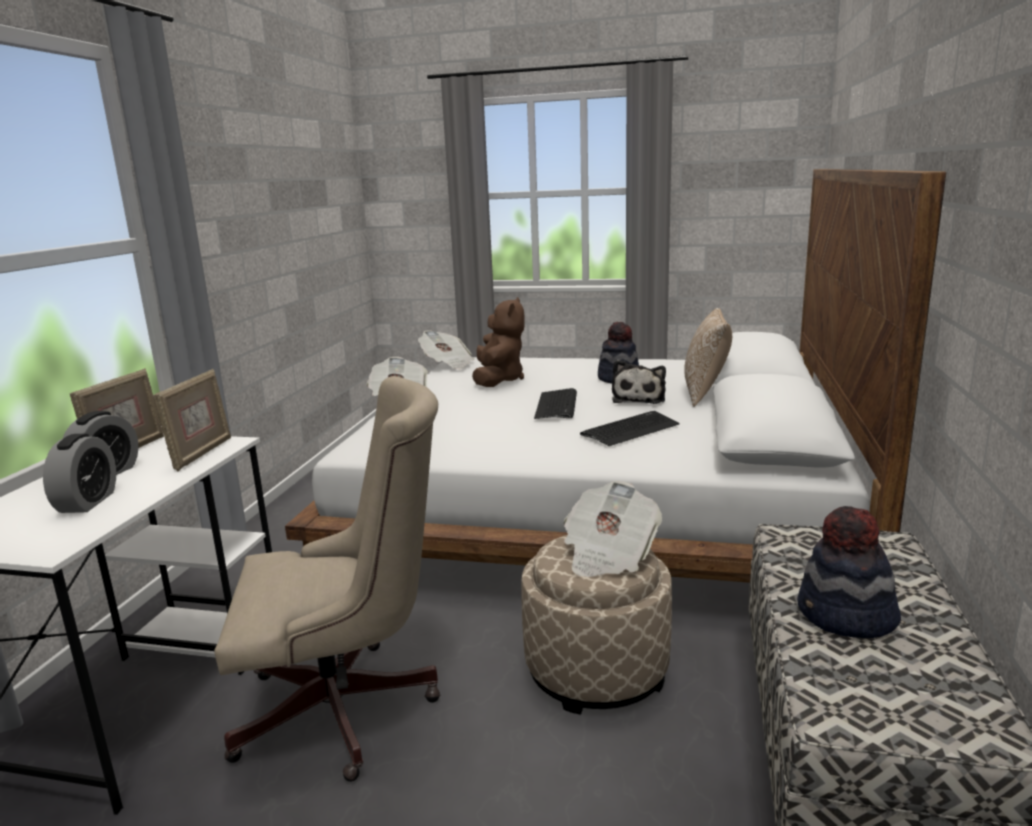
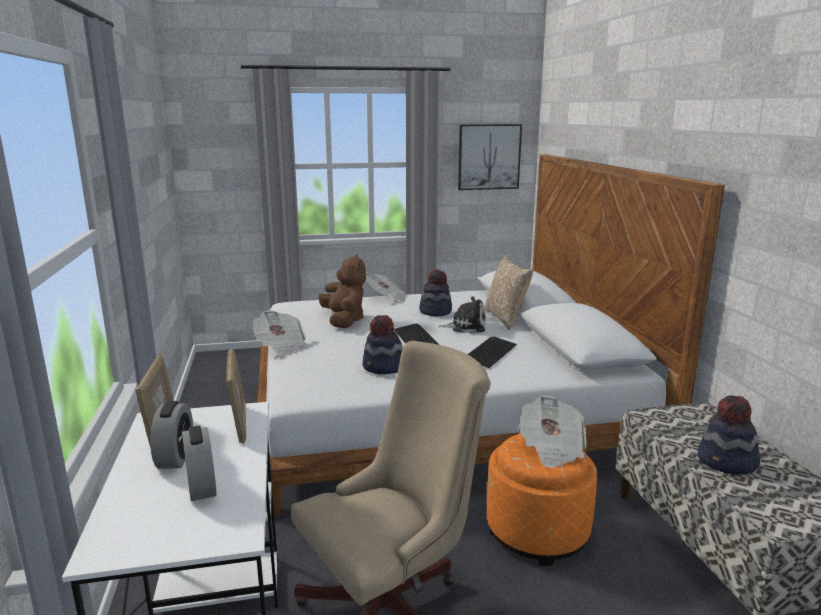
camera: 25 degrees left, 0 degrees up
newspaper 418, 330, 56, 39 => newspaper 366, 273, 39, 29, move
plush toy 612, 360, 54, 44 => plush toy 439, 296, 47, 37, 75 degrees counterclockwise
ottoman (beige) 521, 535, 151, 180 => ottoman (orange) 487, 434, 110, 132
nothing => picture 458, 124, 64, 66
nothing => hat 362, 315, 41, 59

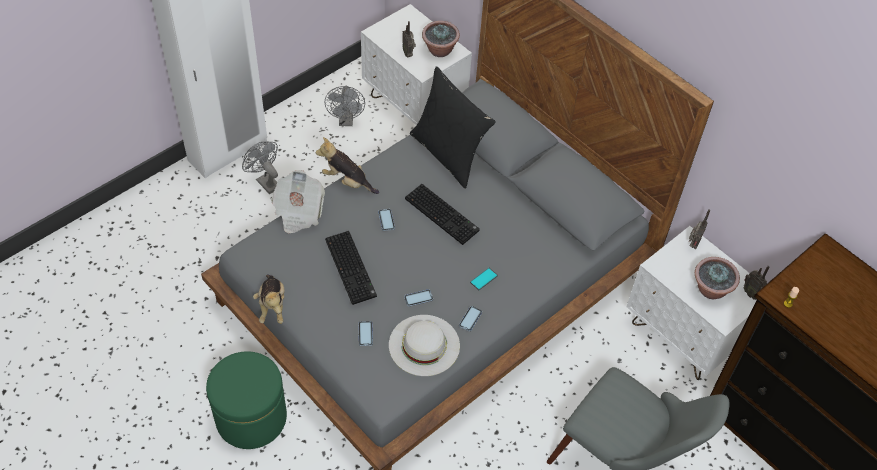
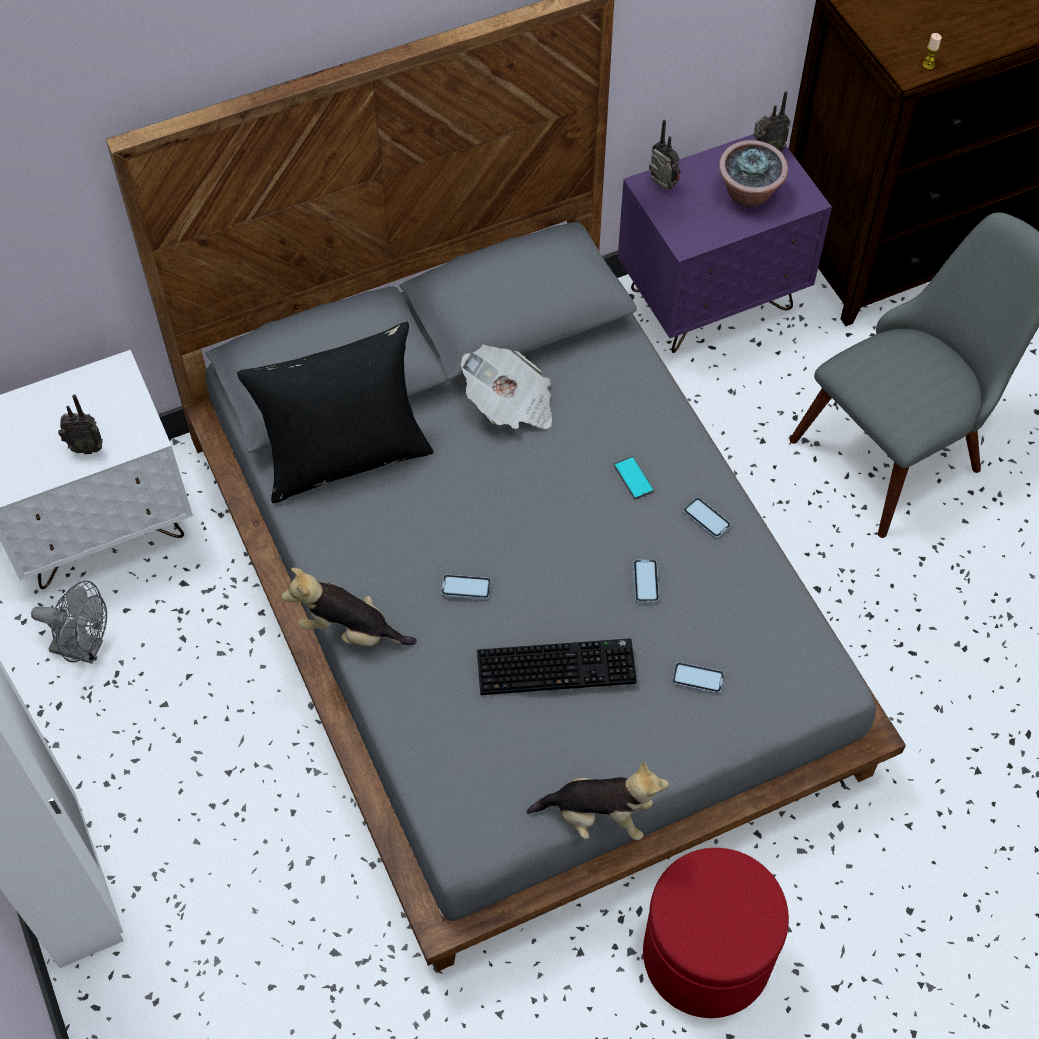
camera: 70 degrees left, 5 degrees up
potted plant 422, 21, 38, 36 => nothing
plush toy 316, 137, 63, 57 => plush toy 282, 568, 135, 78, 60 degrees clockwise
fan (grey) 242, 142, 36, 52 => nothing
newspaper 271, 170, 54, 64 => newspaper 461, 344, 91, 85, move
keyboard 405, 184, 75, 61 => nothing
nightstand (white) 626, 226, 130, 154 => nightstand (purple) 618, 134, 214, 219
hat (white) 389, 315, 71, 61 => nothing
ottoman (green) 206, 351, 81, 98 => ottoman (red) 643, 848, 146, 170

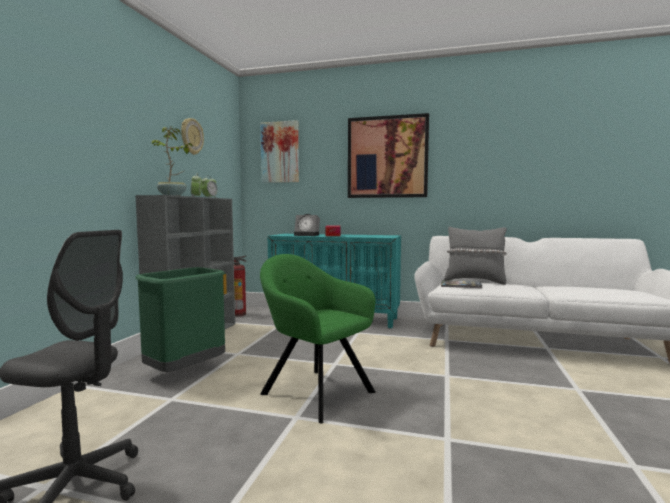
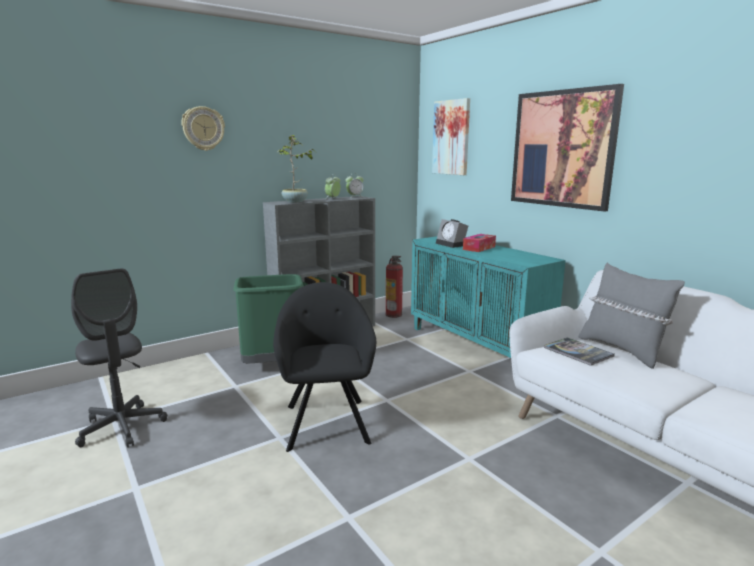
camera: 40 degrees right, 10 degrees up
wall clock 181, 118, 23, 37 => wall clock 181, 106, 44, 45, move
armchair (green) 260, 254, 116, 169 => armchair (black) 273, 282, 103, 170

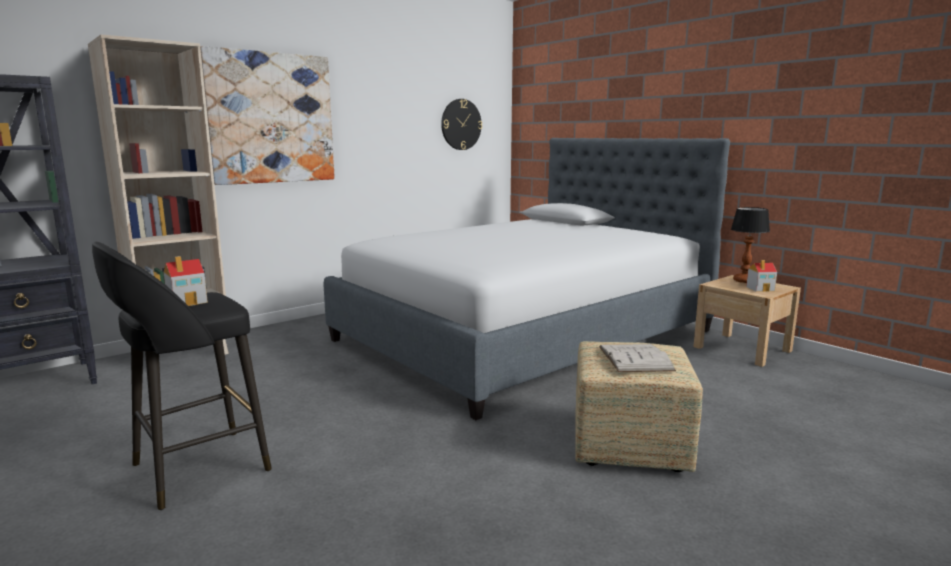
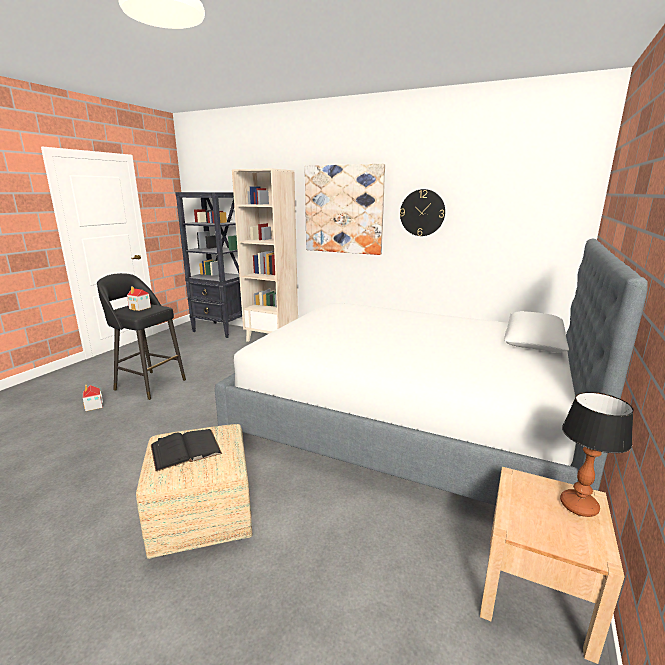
camera: 65 degrees right, 5 degrees up
wall clock 441, 99, 41, 51 => wall clock 400, 189, 45, 47, move
toy house 746, 260, 31, 32 => toy house 83, 384, 20, 27, move
book (white) 599, 344, 77, 28 => book (black) 151, 429, 71, 43

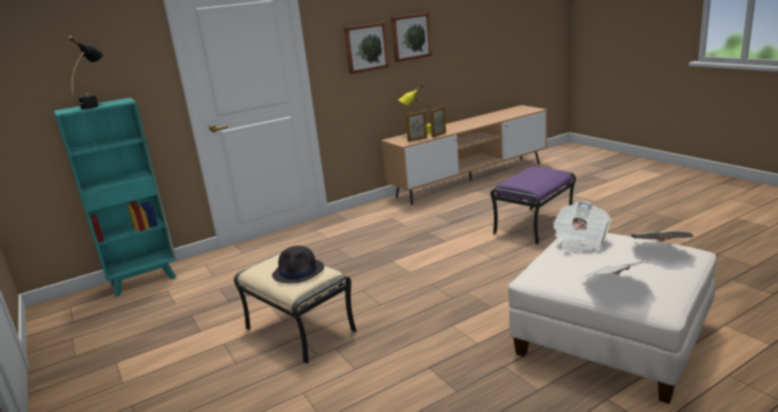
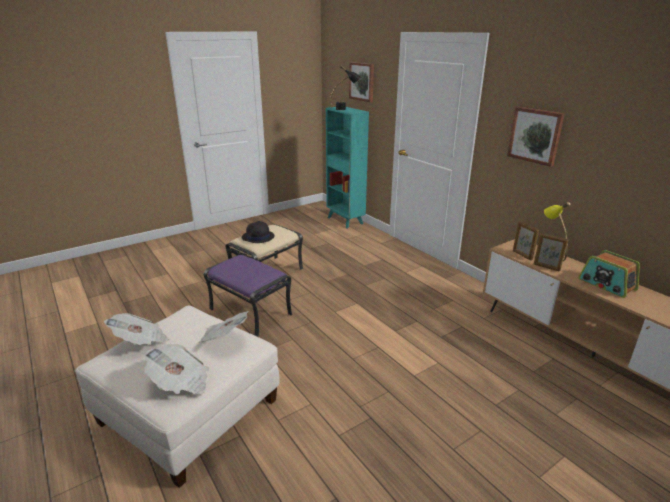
camera: 85 degrees right, 5 degrees up
picture 391, 13, 41, 49 => picture 349, 62, 25, 40, move
ottoman (purple) 491, 167, 85, 78 => ottoman (purple) 204, 255, 88, 82, move
nothing => radio 578, 250, 62, 48

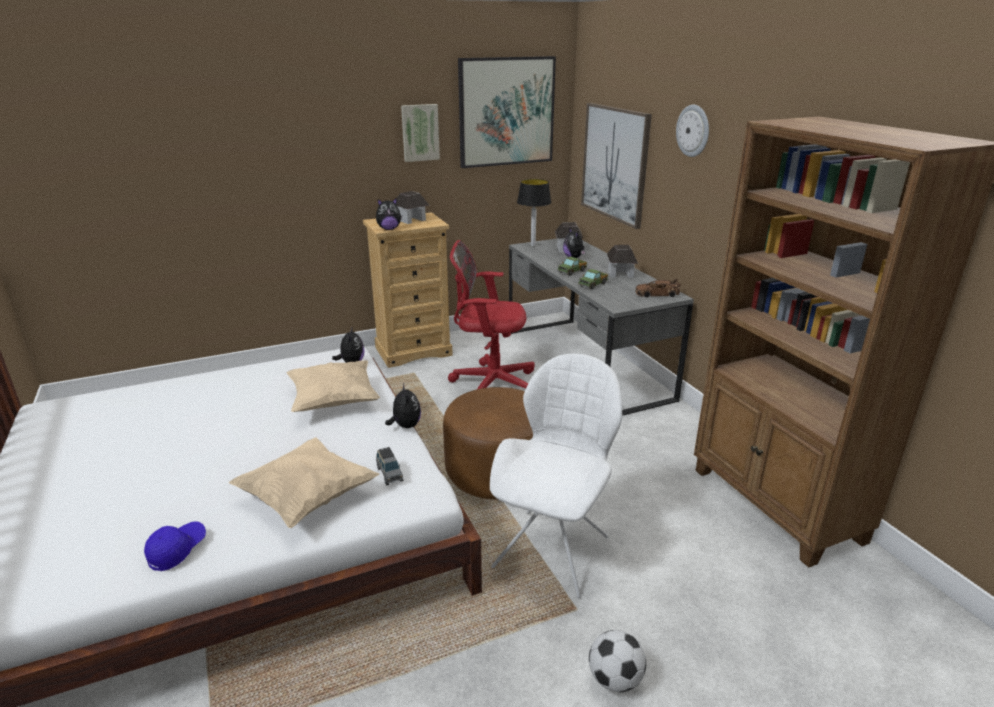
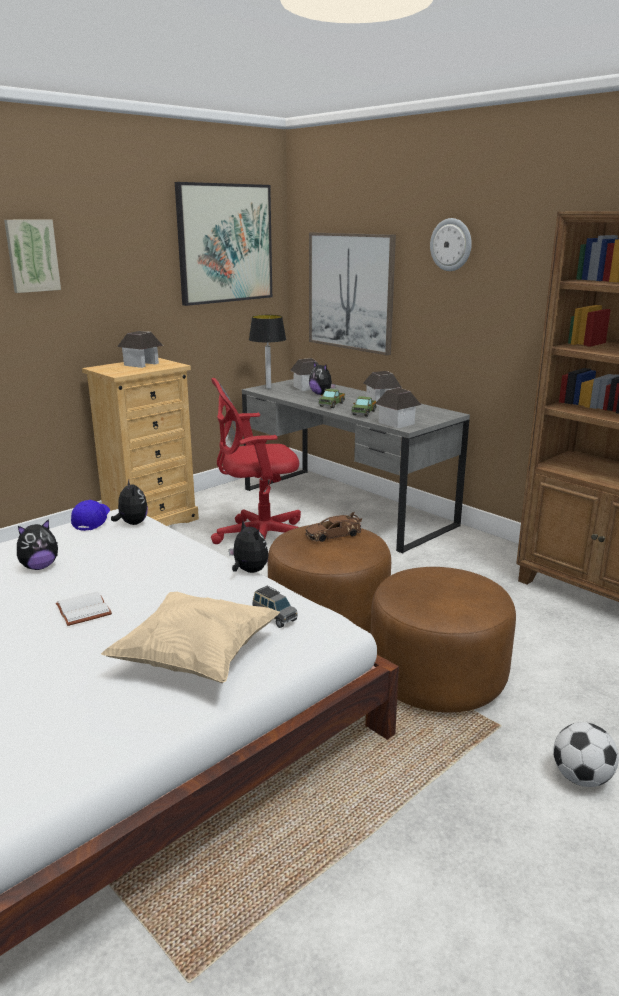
camera: 20 degrees left, 5 degrees down
picture 401, 104, 39, 58 => picture 4, 219, 57, 74, move
plush toy 376, 198, 26, 32 => plush toy 17, 519, 41, 51, move
toy car (brown) 635, 279, 46, 18 => toy car (brown) 305, 512, 57, 30, move
chair (white) 490, 354, 132, 244 => ottoman (brown) 371, 567, 145, 145
pillow (beige) 287, 360, 93, 52 => nothing
cap (blue) 144, 521, 62, 50 => cap (blue) 71, 500, 39, 31, move
nothing => toy house 375, 388, 46, 40
nothing => book (white) 56, 591, 56, 35

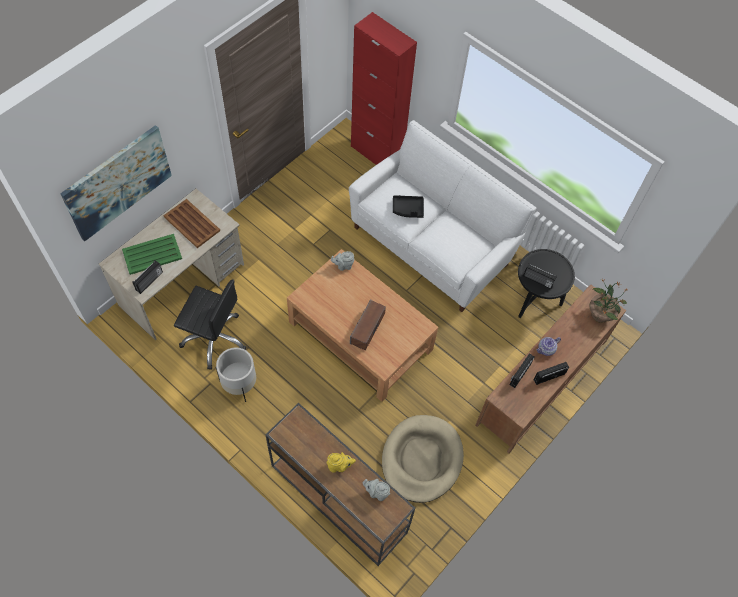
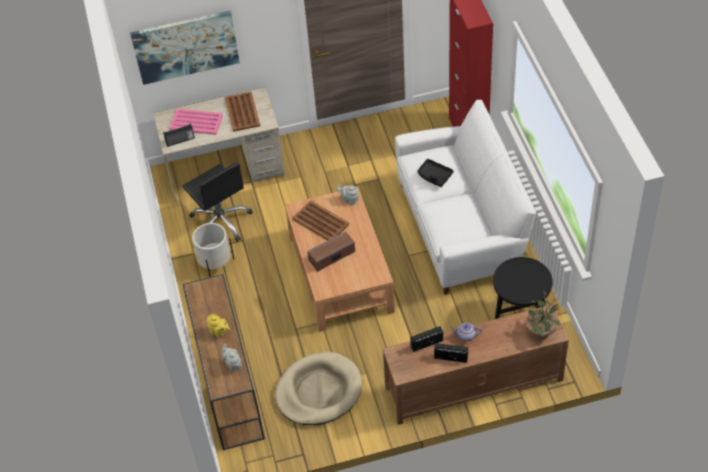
camera: 40 degrees right, 10 degrees down
tray (green) 122, 234, 60, 41 => tray (pink) 169, 109, 54, 26
radio 523, 263, 34, 26 => nothing
nothing => tray (brown) 292, 200, 57, 40

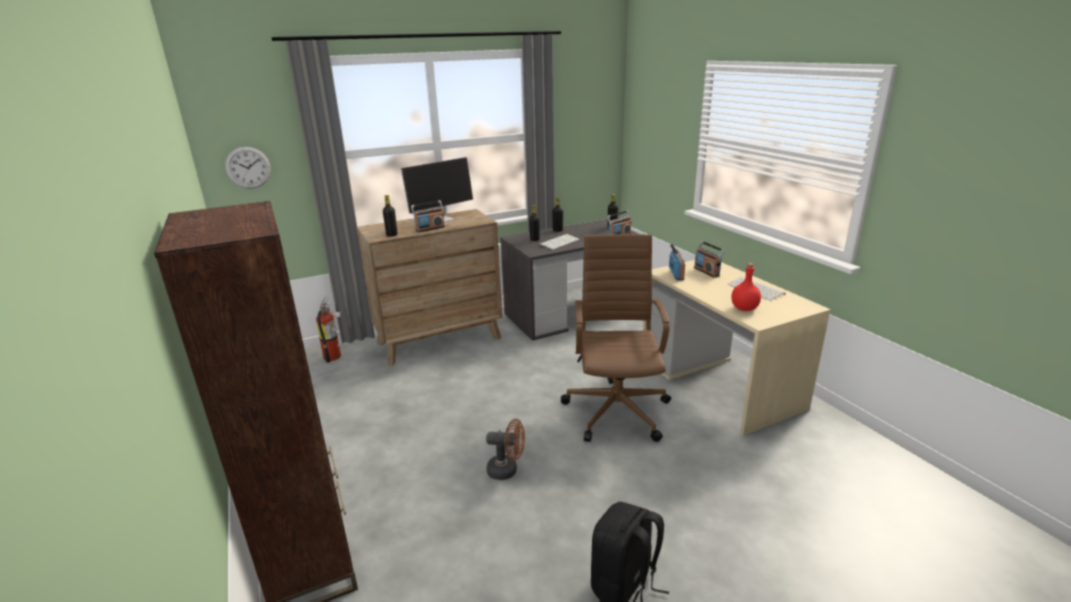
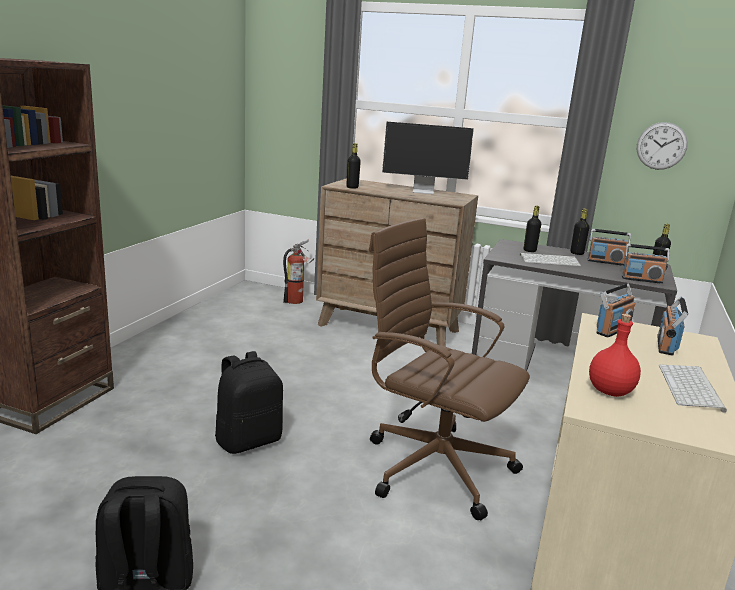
camera: 45 degrees right, 5 degrees down
wall clock 225, 147, 46, 41 => wall clock 637, 122, 51, 48, move
radio 411, 200, 34, 32 => radio 588, 229, 43, 37, move
office chair (brown) 561, 234, 110, 208 => office chair (brown) 369, 218, 161, 302, 105 degrees counterclockwise
fan (brown) 486, 419, 39, 61 => backpack (black) 215, 351, 68, 103

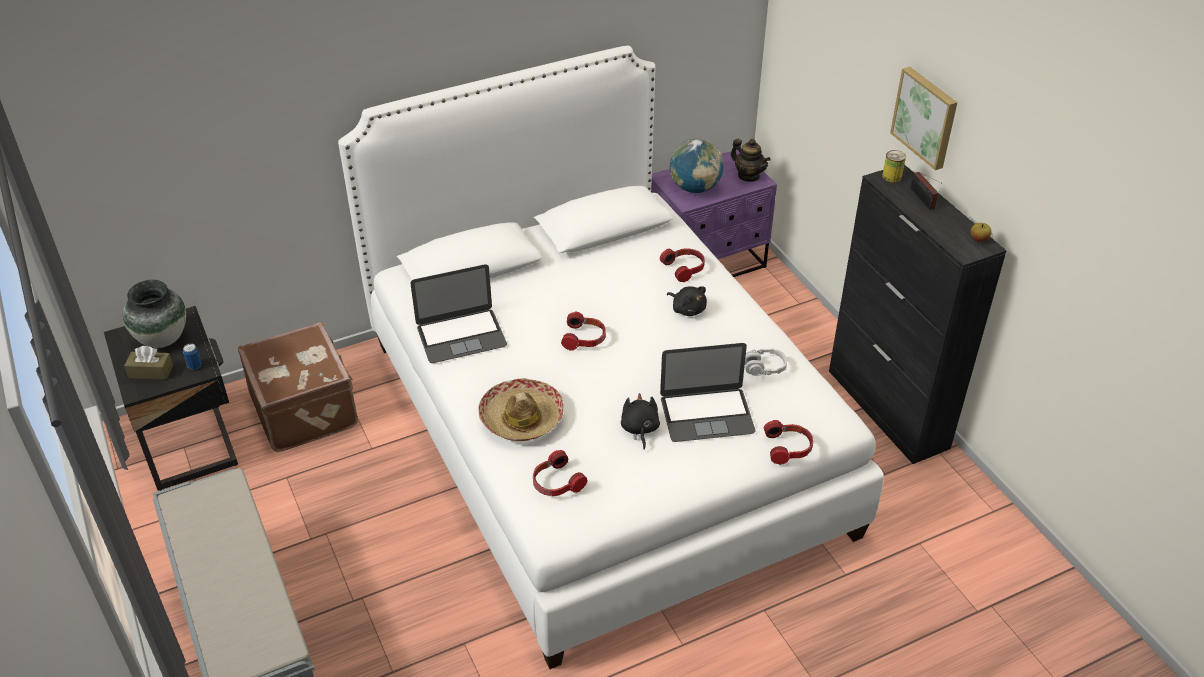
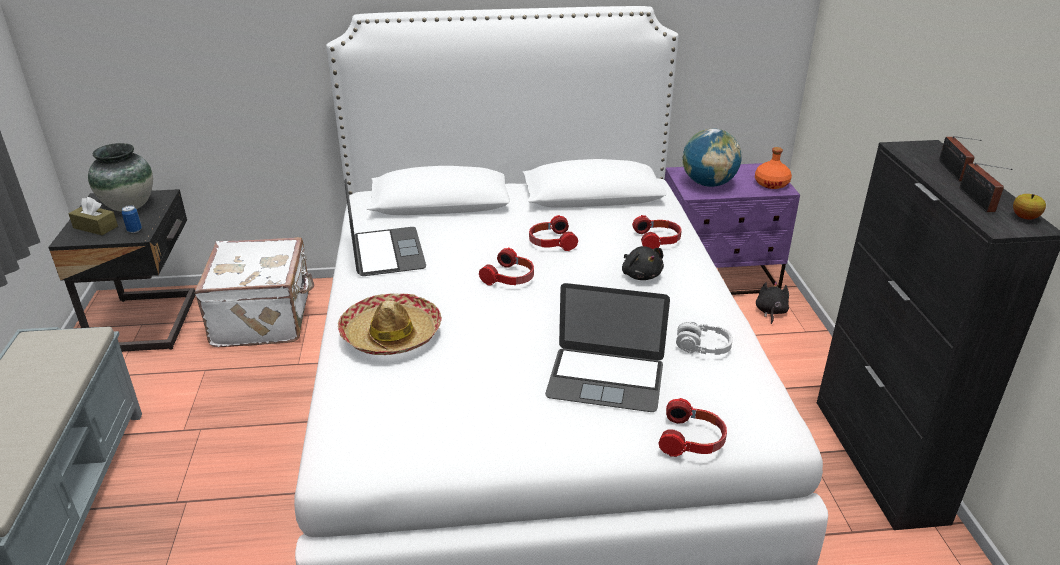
camera: 20 degrees right, 10 degrees down
picture 890, 67, 67, 103 => nothing
teapot 731, 139, 40, 43 => bottle (orange) 755, 147, 37, 42
can 882, 150, 24, 33 => nothing
laptop 410, 264, 97, 99 => laptop 345, 179, 81, 97, 105 degrees counterclockwise
suitcase (brown) 238, 322, 120, 130 => suitcase (white) 195, 237, 119, 110
plush toy (black) 621, 393, 39, 57 => plush toy (black) 756, 282, 33, 42, move
headphones 533, 450, 55, 46 => headphones 529, 215, 49, 36, move
nothing => radio 960, 163, 53, 49

